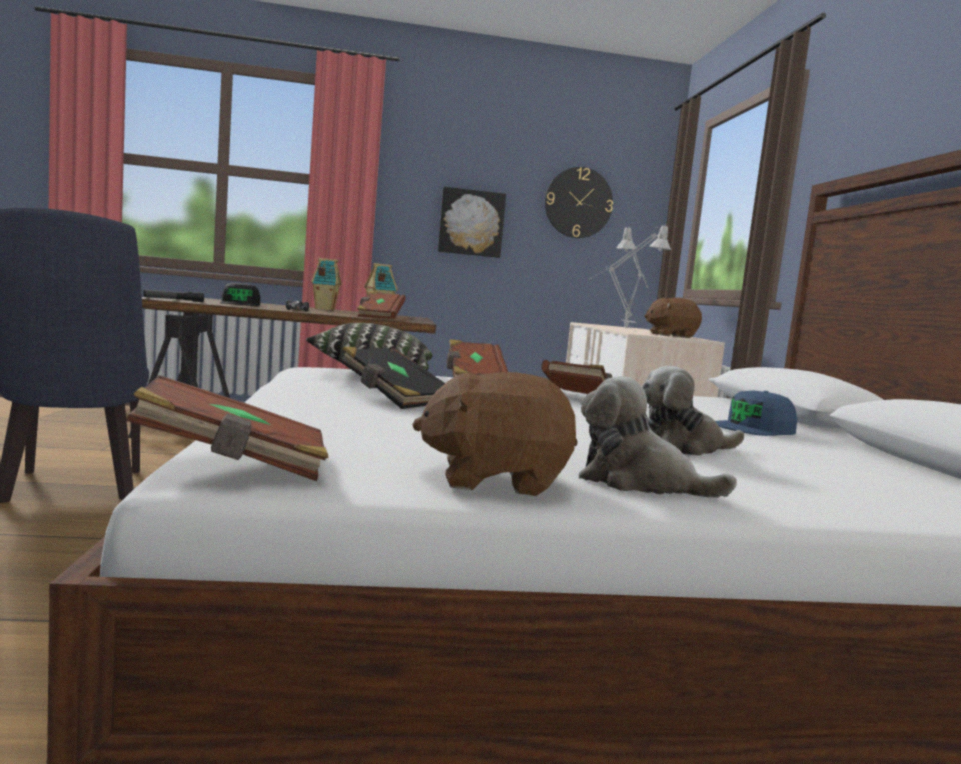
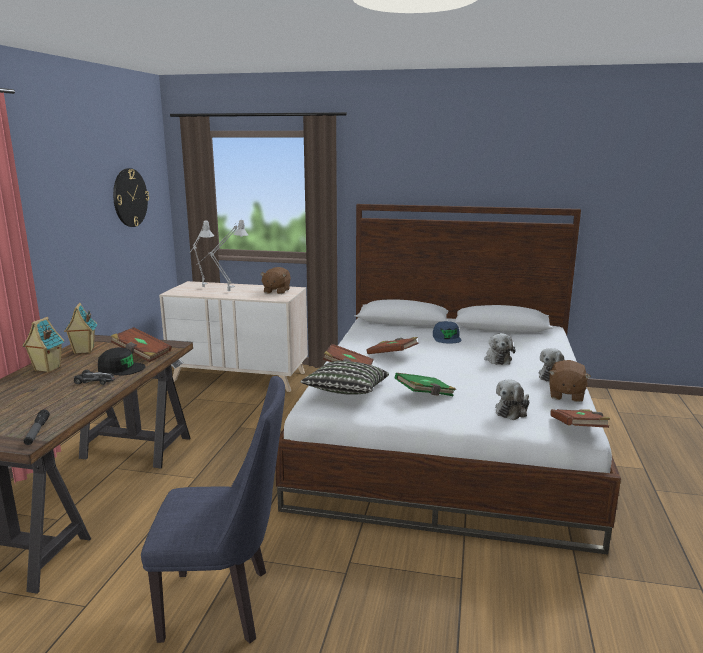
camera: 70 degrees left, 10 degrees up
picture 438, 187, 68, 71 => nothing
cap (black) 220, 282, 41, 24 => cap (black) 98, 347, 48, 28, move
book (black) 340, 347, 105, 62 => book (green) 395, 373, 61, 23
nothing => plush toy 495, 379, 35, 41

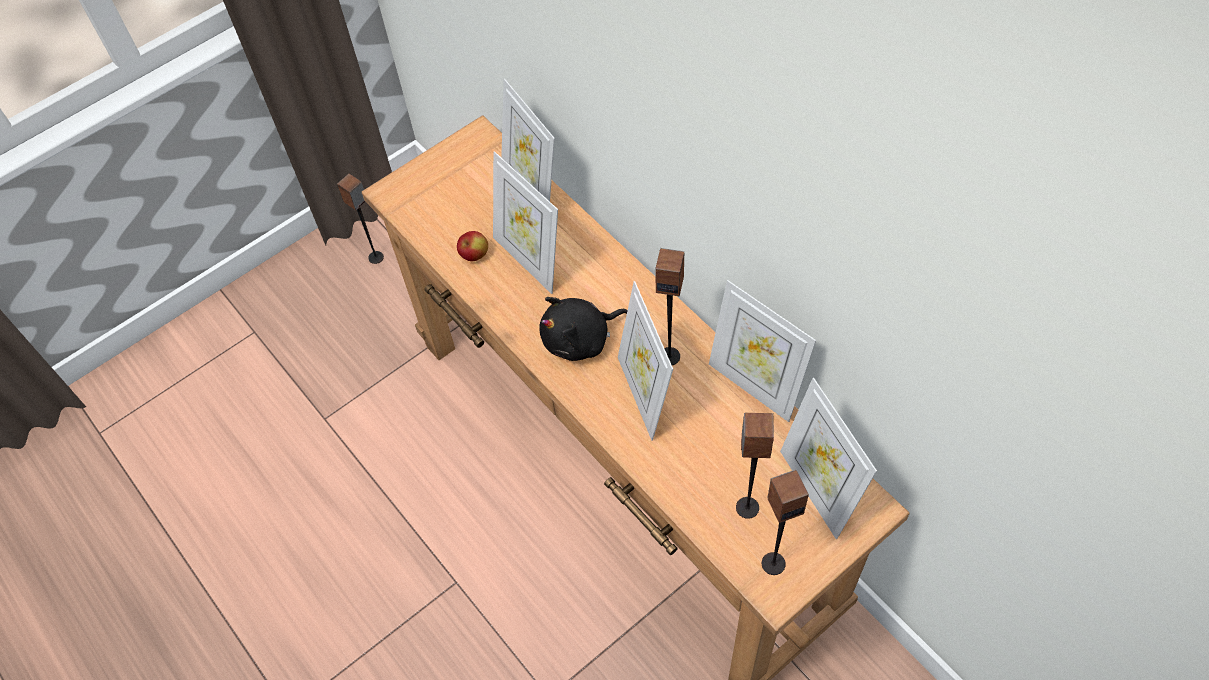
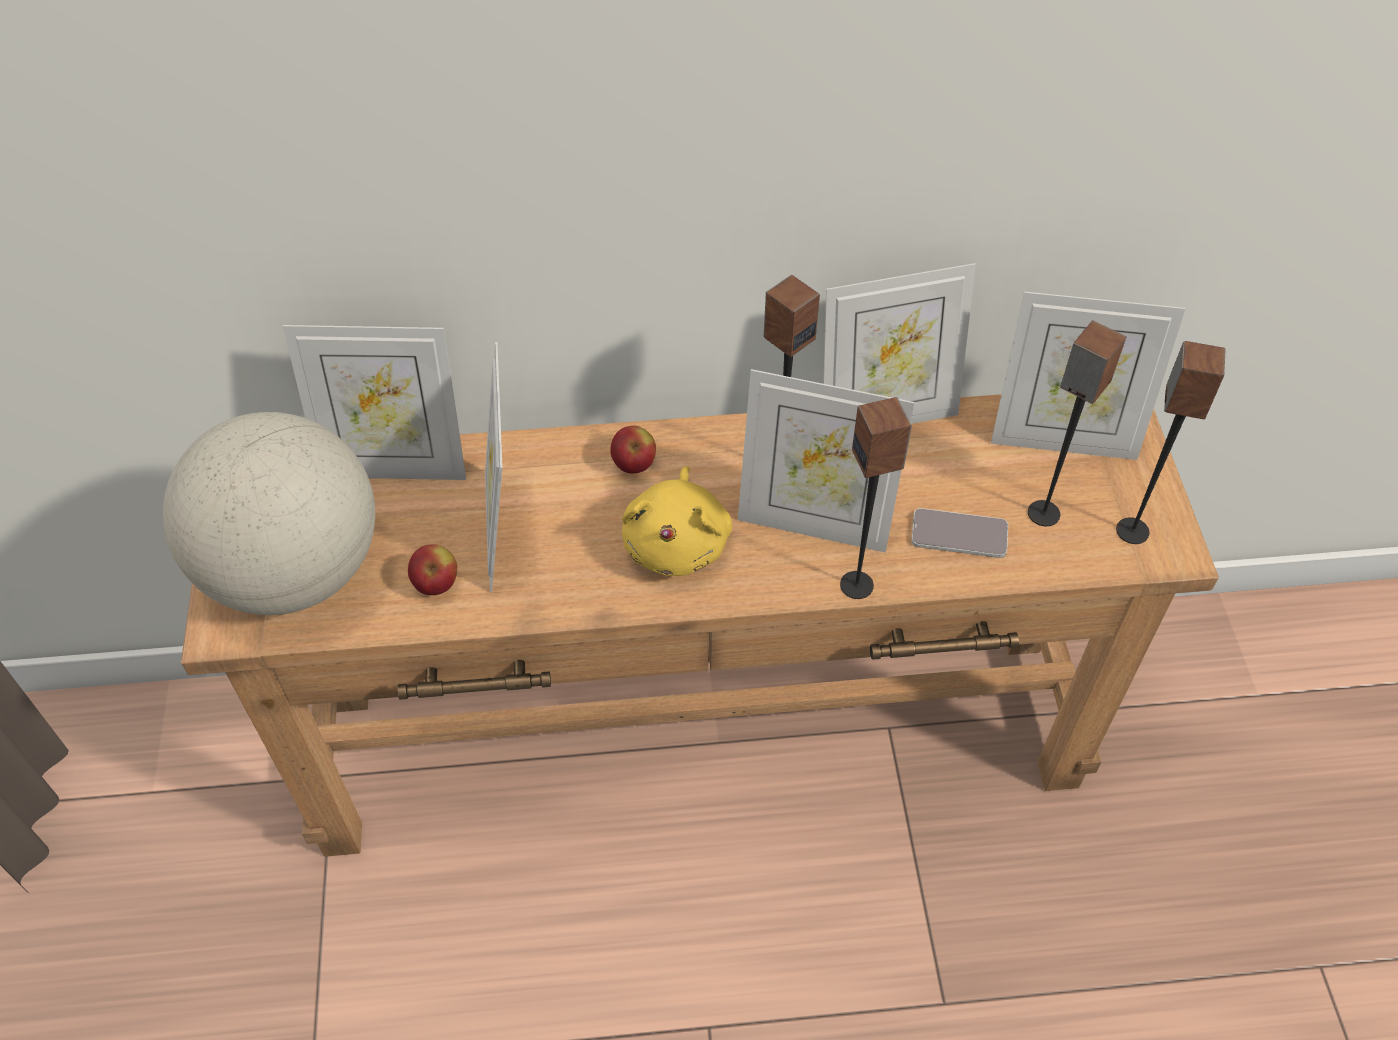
camera: 60 degrees left, 5 degrees down
picture frame 493, 151, 65, 143 => picture frame 485, 342, 17, 250, 90 degrees clockwise
speaker 337, 174, 47, 90 => speaker 840, 397, 72, 202, move
plush toy (black) 539, 297, 89, 64 => plush toy (yellow) 622, 466, 110, 110
nothing => globe 163, 412, 212, 203
nothing => apple 610, 426, 46, 47
nothing => phone 911, 508, 97, 50

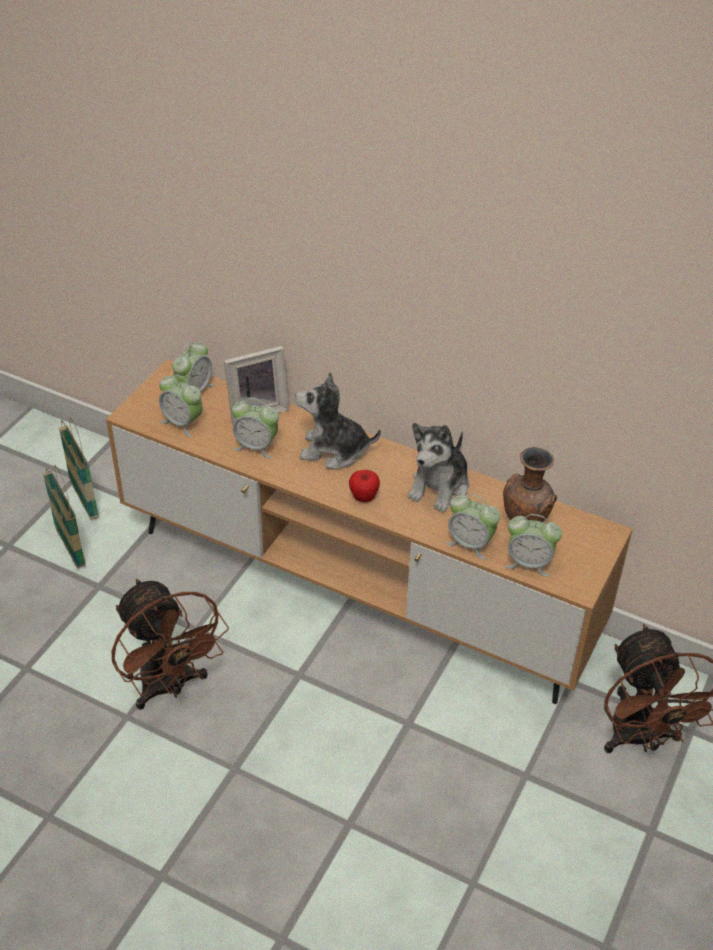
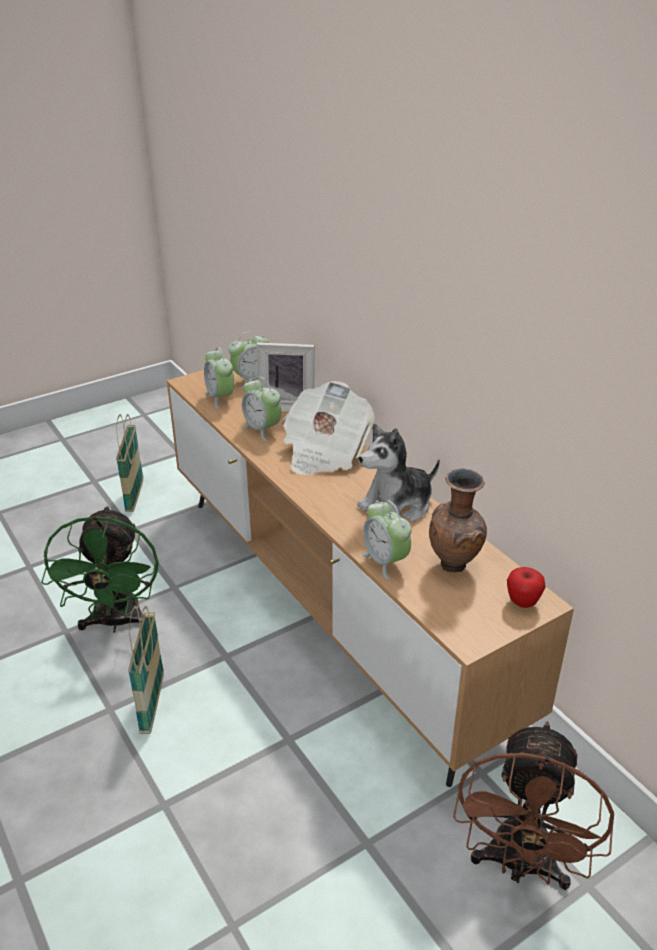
camera: 30 degrees right, 10 degrees down
plush toy 295, 372, 86, 97 => newspaper 283, 381, 92, 94
basket 59, 417, 40, 103 => basket 128, 606, 36, 128, move
apple 349, 470, 31, 32 => apple 507, 567, 38, 41, move
alarm clock 505, 514, 57, 63 => nothing
fan (brown) 112, 579, 117, 131 => fan (green) 41, 506, 118, 127

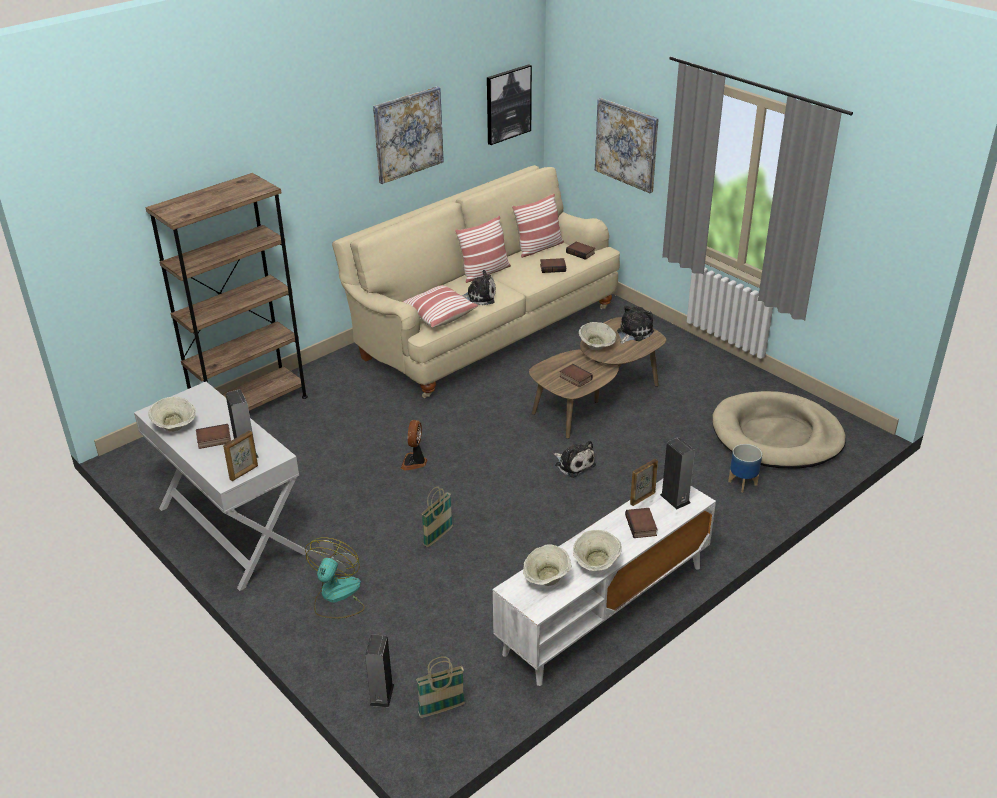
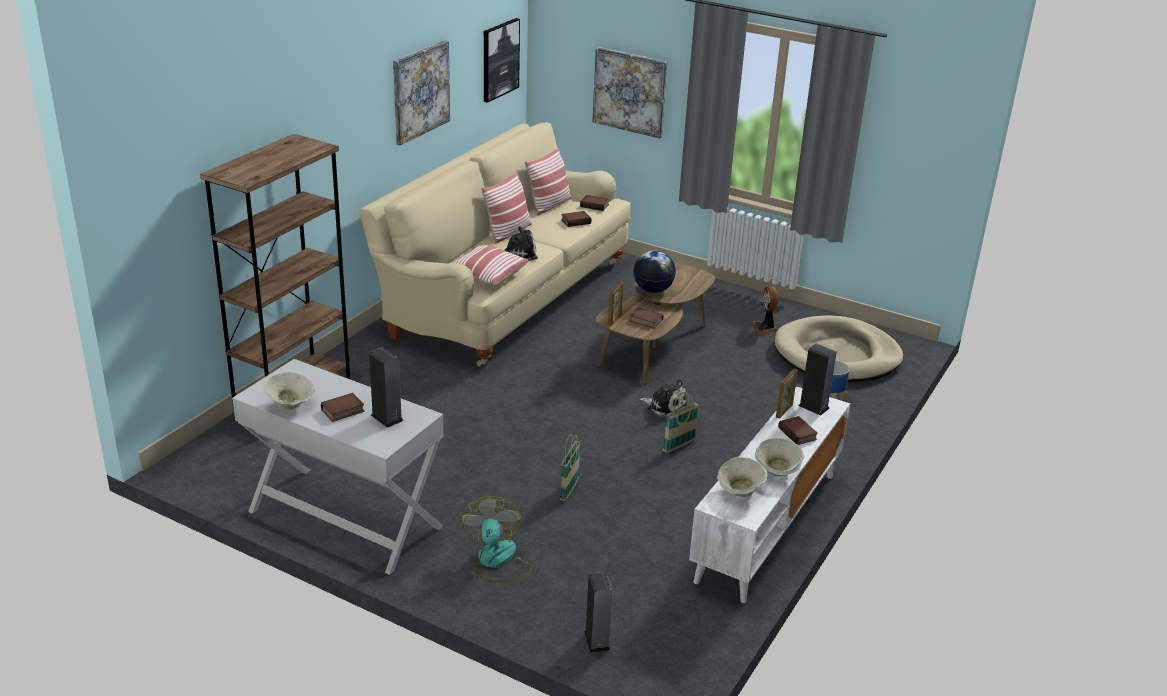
camera: 20 degrees left, 5 degrees down
plush toy 617, 306, 37, 38 => nothing
bowl (beige) 579, 322, 37, 29 => globe 633, 250, 43, 43
fan 401, 420, 26, 50 => fan 751, 286, 27, 49, move
picture frame 223, 430, 35, 51 => picture frame 608, 282, 15, 43, move
basket 416, 656, 49, 62 => basket 663, 392, 36, 61, move

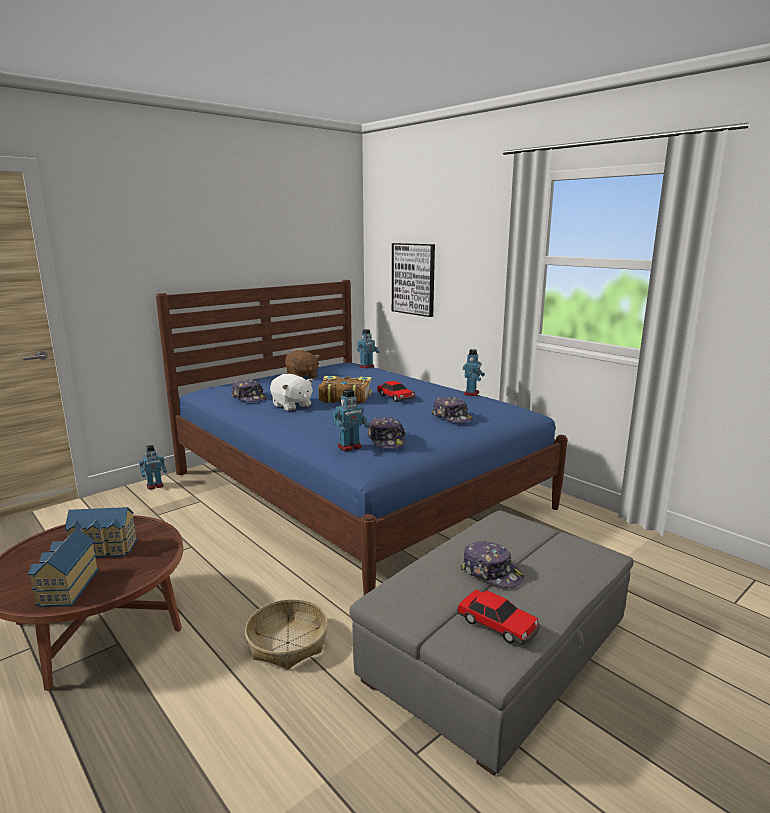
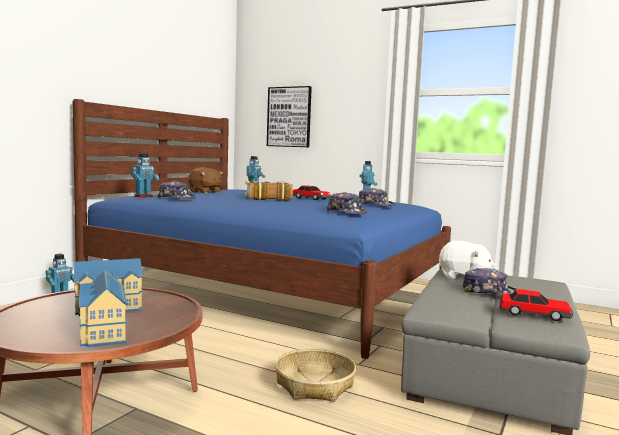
camera: 20 degrees left, 10 degrees down
plush toy (white) 270, 374, 43, 37 => plush toy (white) 439, 241, 56, 38, move
toy robot 333, 389, 37, 62 => toy robot 131, 153, 28, 44, move

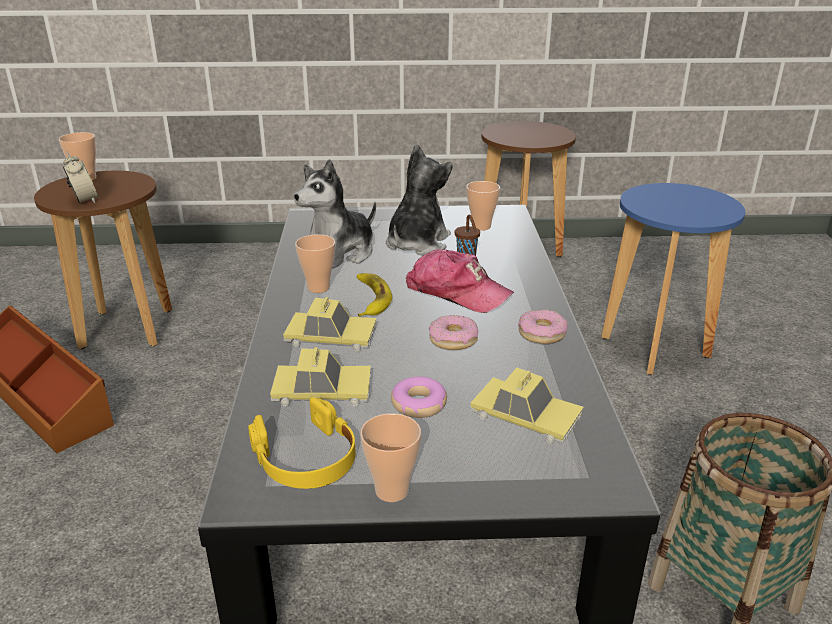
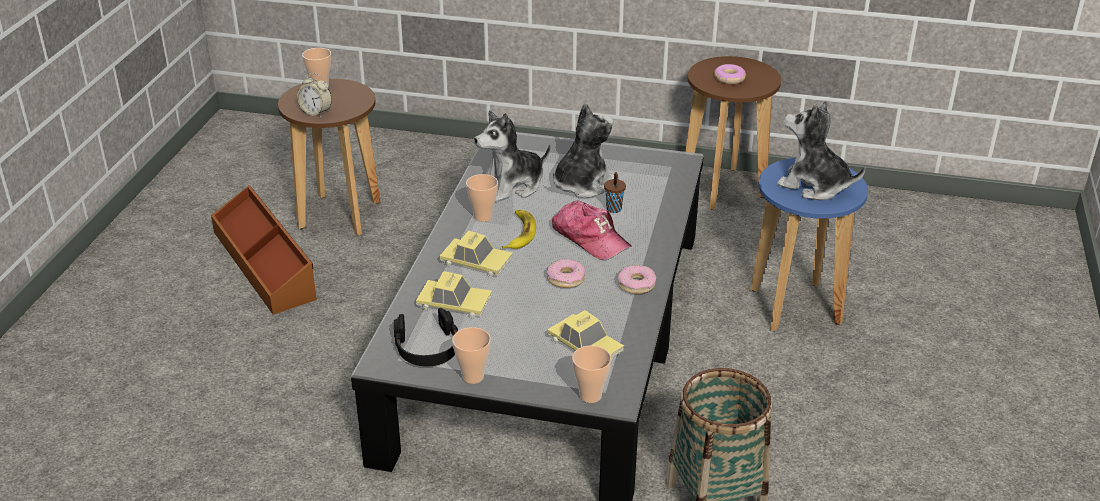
camera: 15 degrees right, 5 degrees up
alarm clock 63, 152, 35, 51 => alarm clock 297, 73, 35, 44, 135 degrees clockwise
cup 466, 181, 34, 50 => cup 572, 345, 39, 58, move
donut 391, 376, 56, 42 => donut 714, 64, 32, 20, move
headphones (yellow) 248, 397, 108, 92 => headphones (black) 394, 308, 64, 59
nothing => plush toy 777, 101, 89, 99

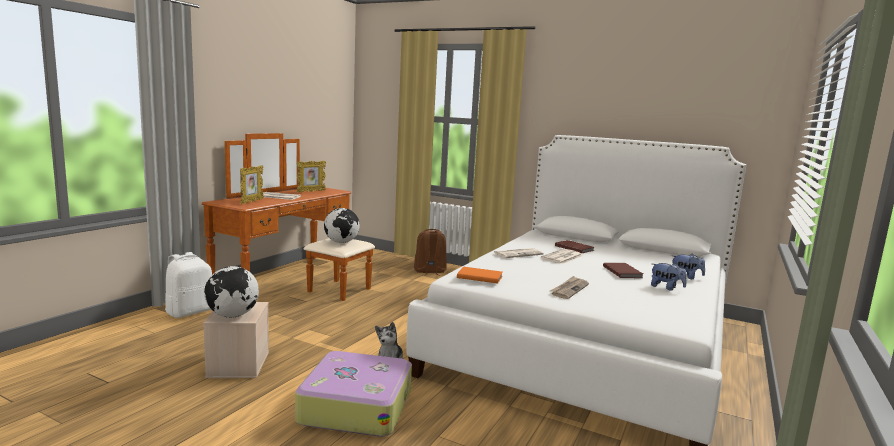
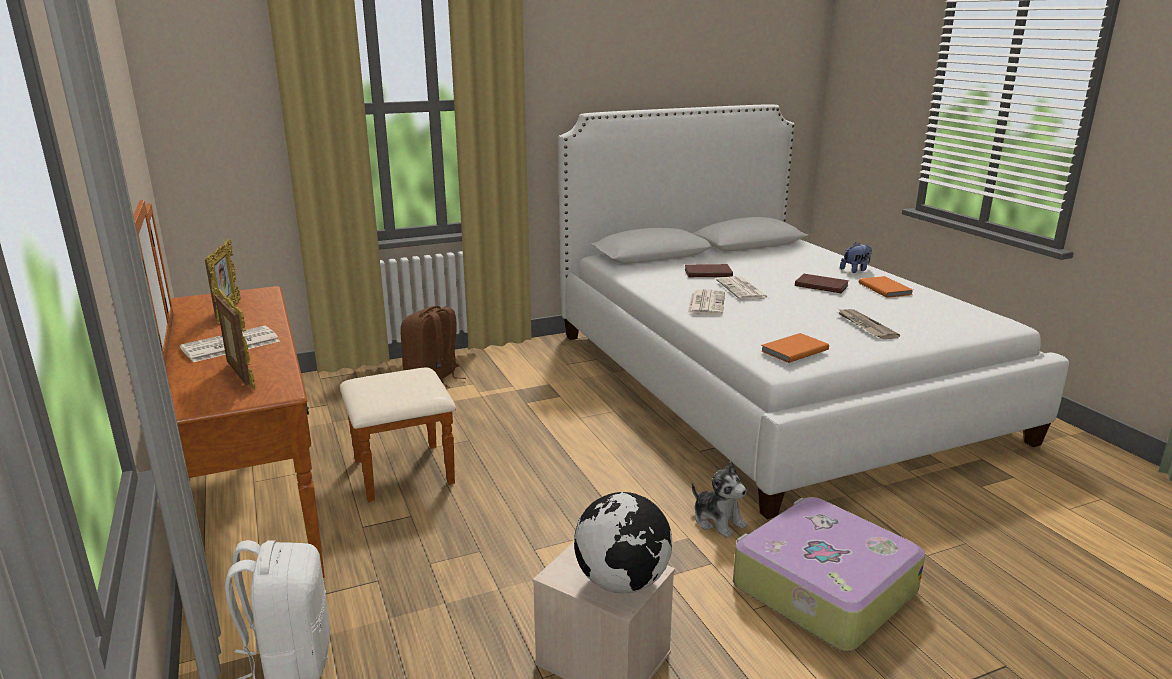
camera: 50 degrees left, 10 degrees up
globe 324, 208, 36, 35 => nothing
plush toy 651, 263, 36, 28 => book (orange) 859, 276, 54, 22

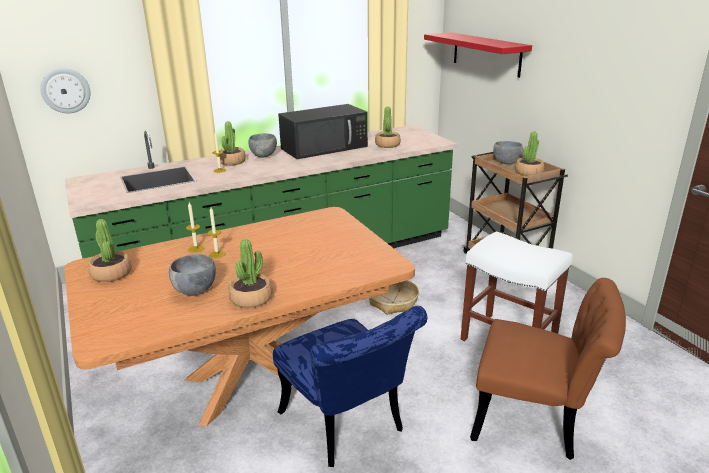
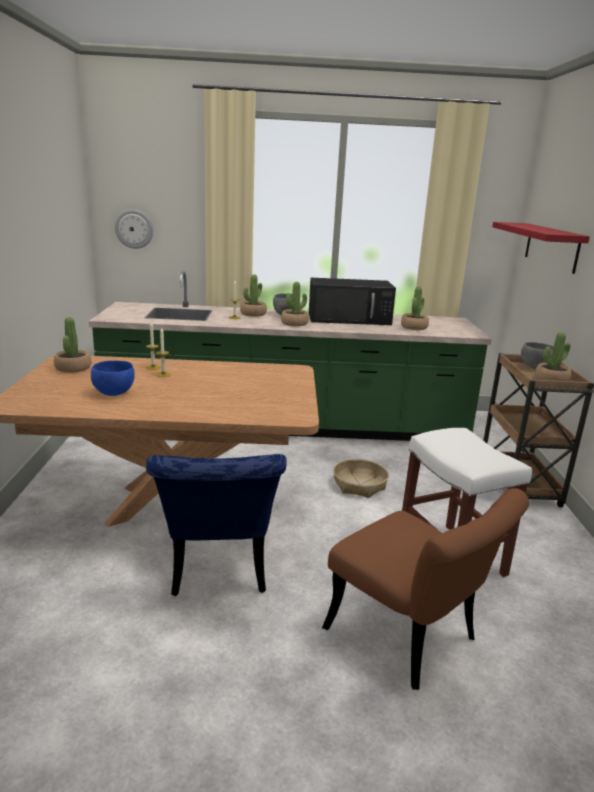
camera: 25 degrees right, 5 degrees down
potted plant 228, 239, 45, 69 => potted plant 281, 282, 28, 44, move
bowl (grey) 169, 254, 47, 42 => bowl (blue) 91, 360, 44, 36

